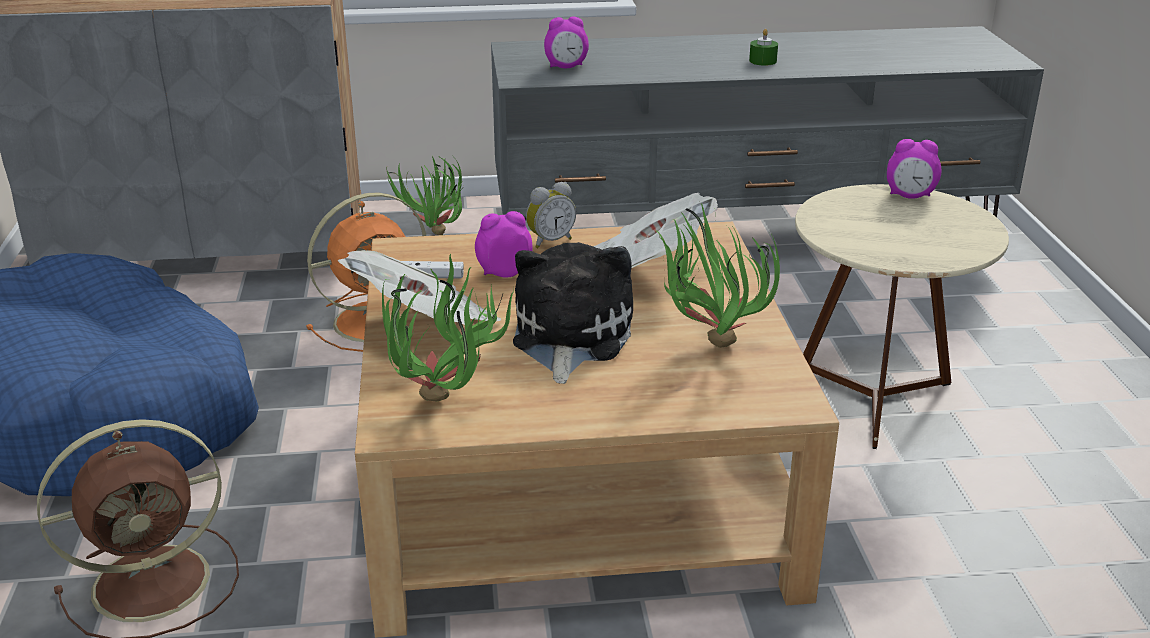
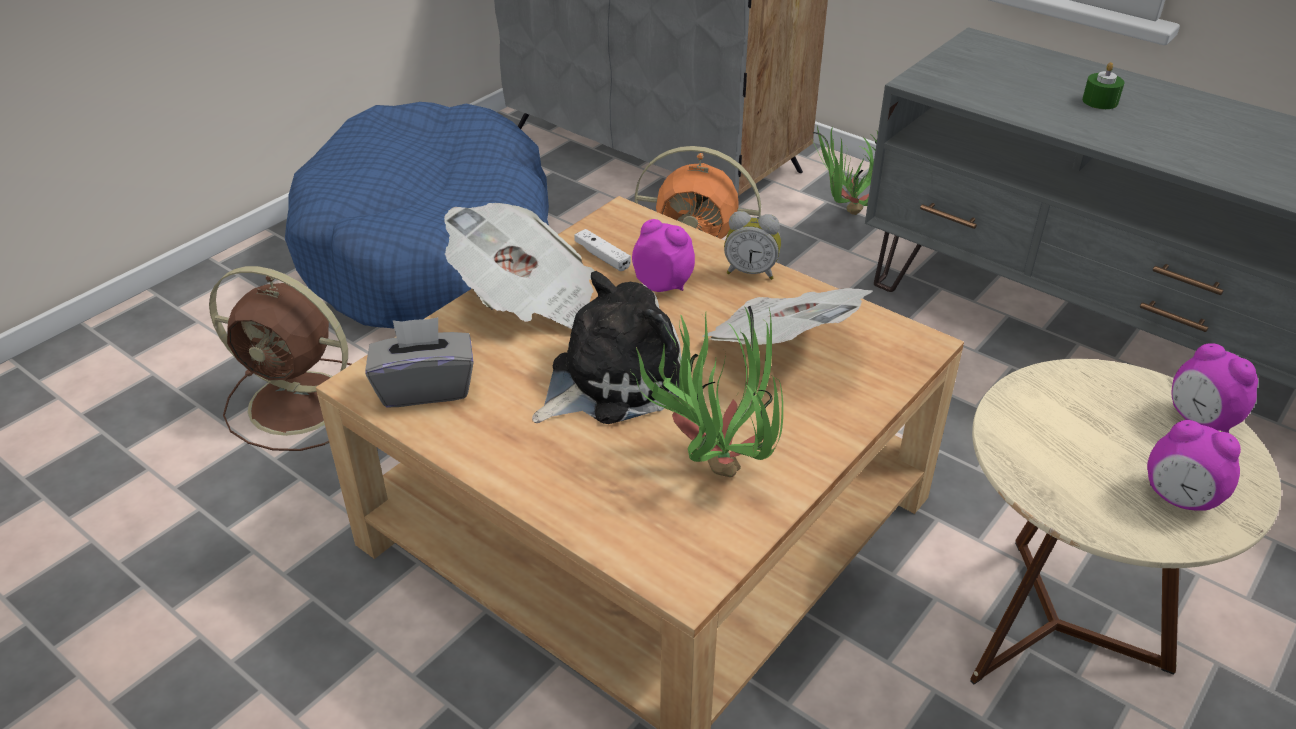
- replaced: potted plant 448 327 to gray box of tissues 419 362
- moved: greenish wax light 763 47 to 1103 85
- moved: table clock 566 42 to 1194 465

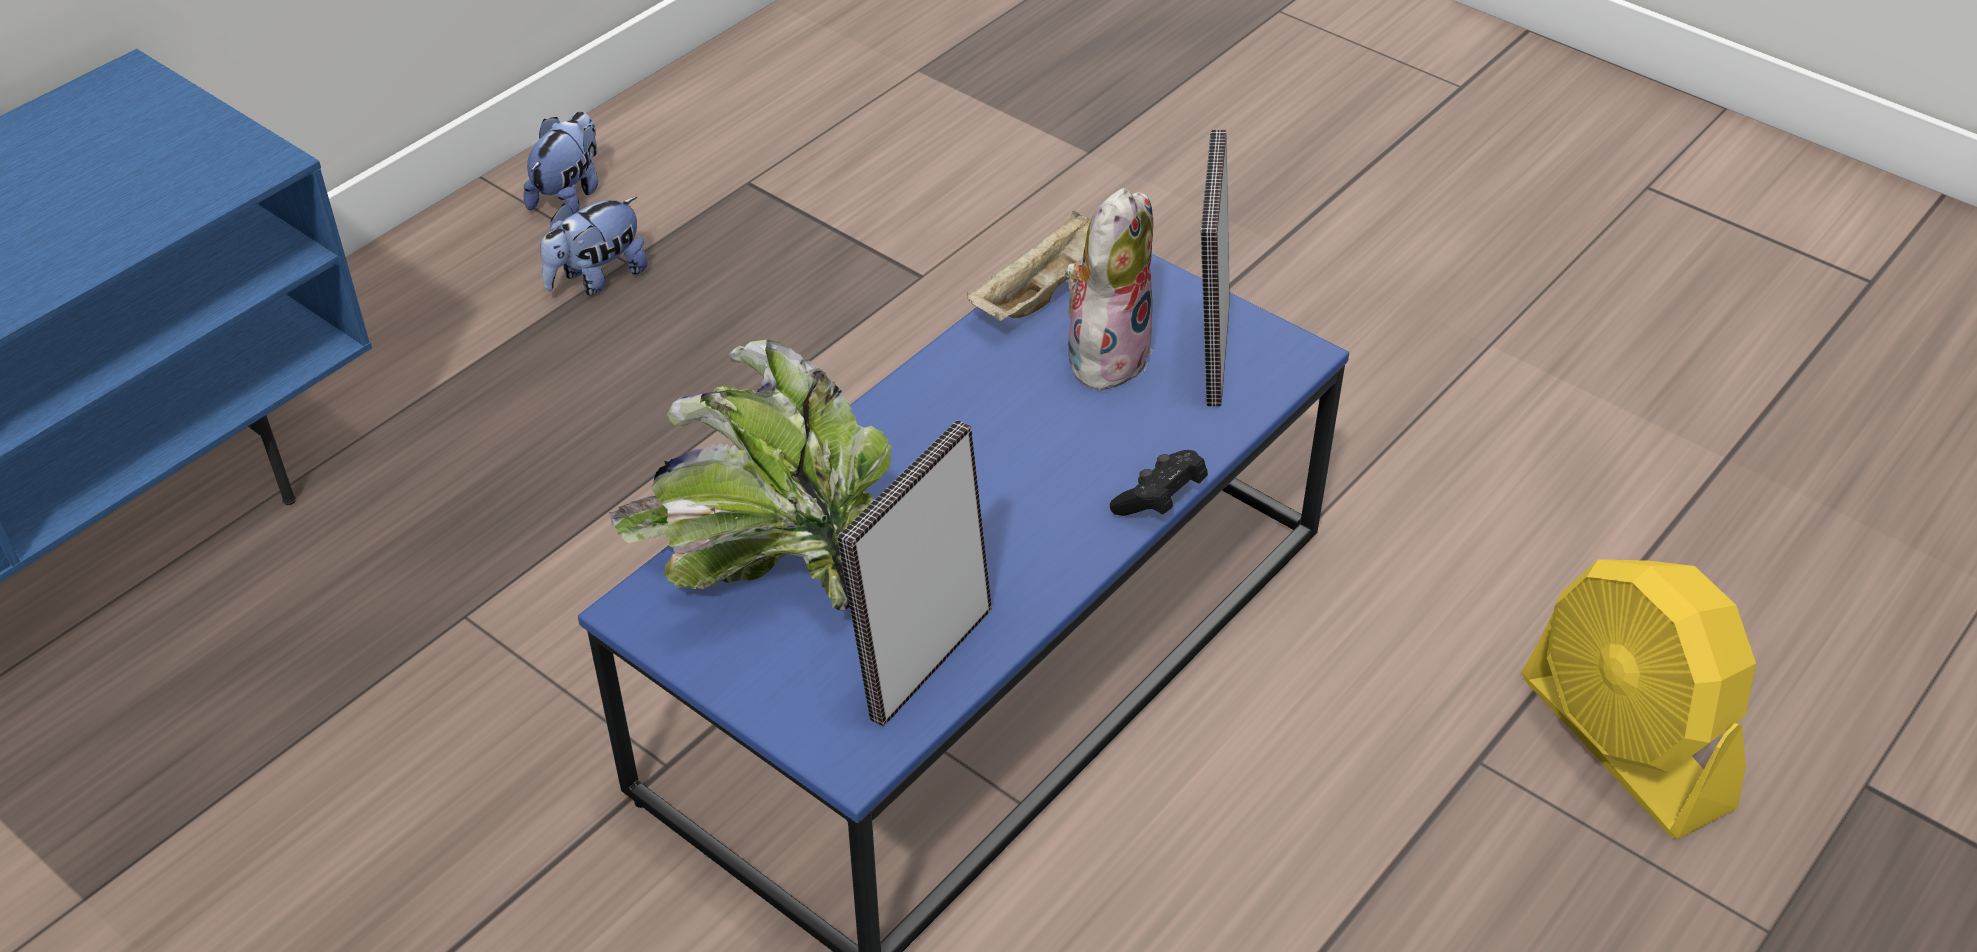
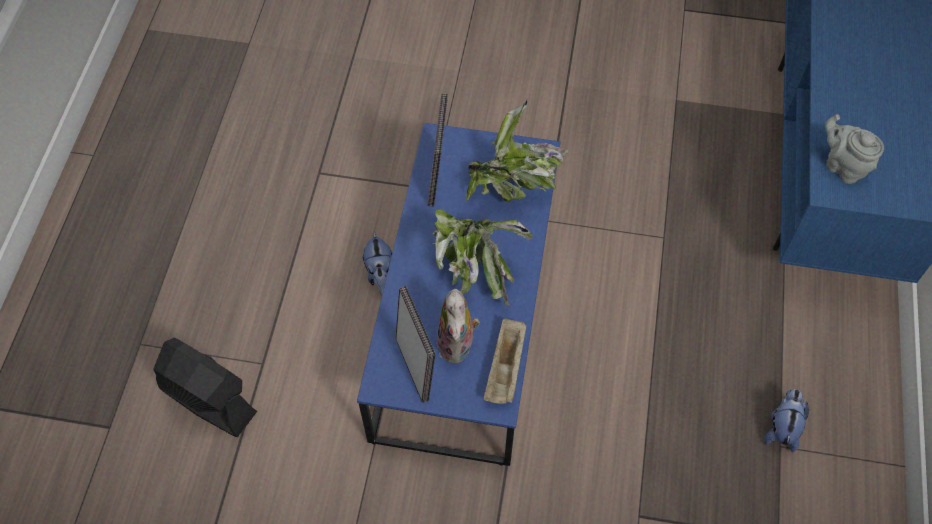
- recoloured: yellowish electric fan 1639 699 to blackish electric fan 205 387
- moved: soft toy 561 163 to 378 263
- added: potted plant 482 259
- added: gray tea pot 854 149
- removed: blackish gamepad 1159 483

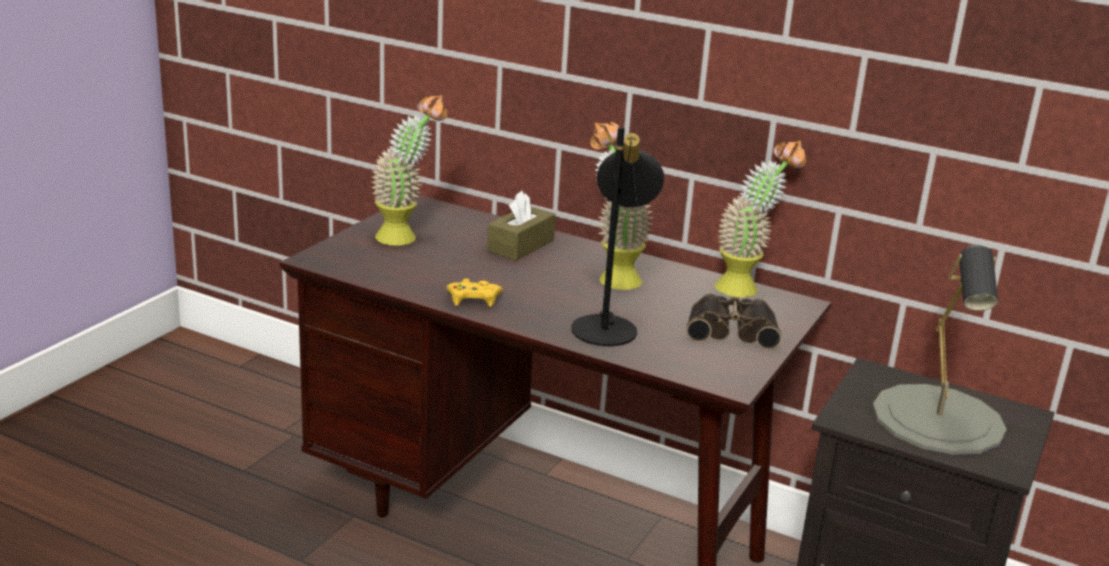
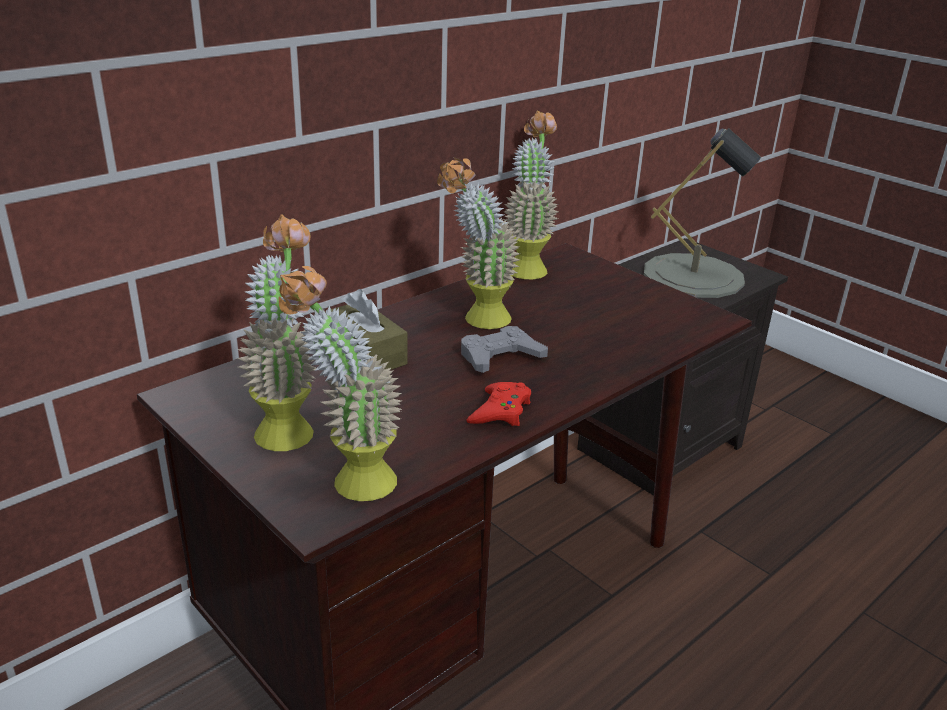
- added: potted plant 340 383
- added: gray gamepad 504 349
- recoloured: yellowish gamepad 474 293 to reddish gamepad 498 404
- removed: blackish lamp for a table 617 236
- removed: binoculars 734 322

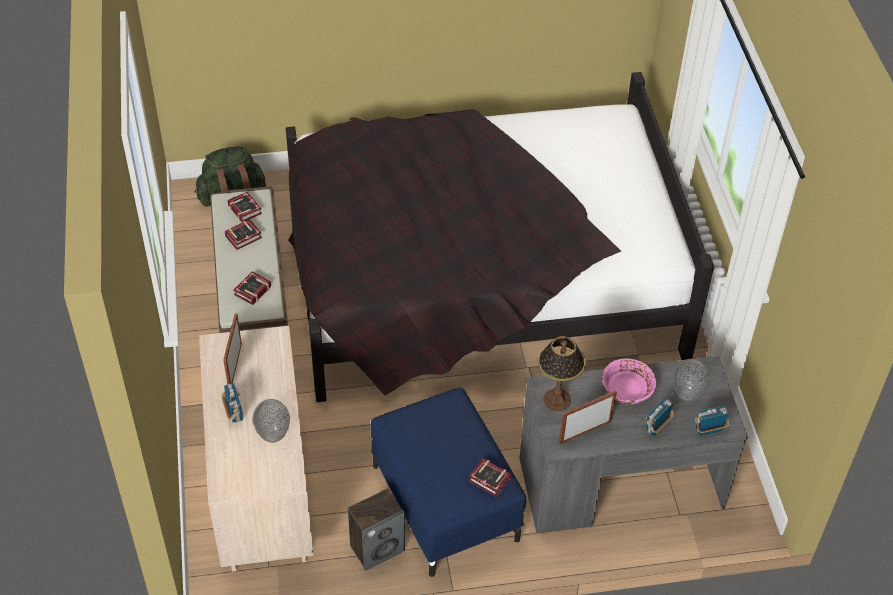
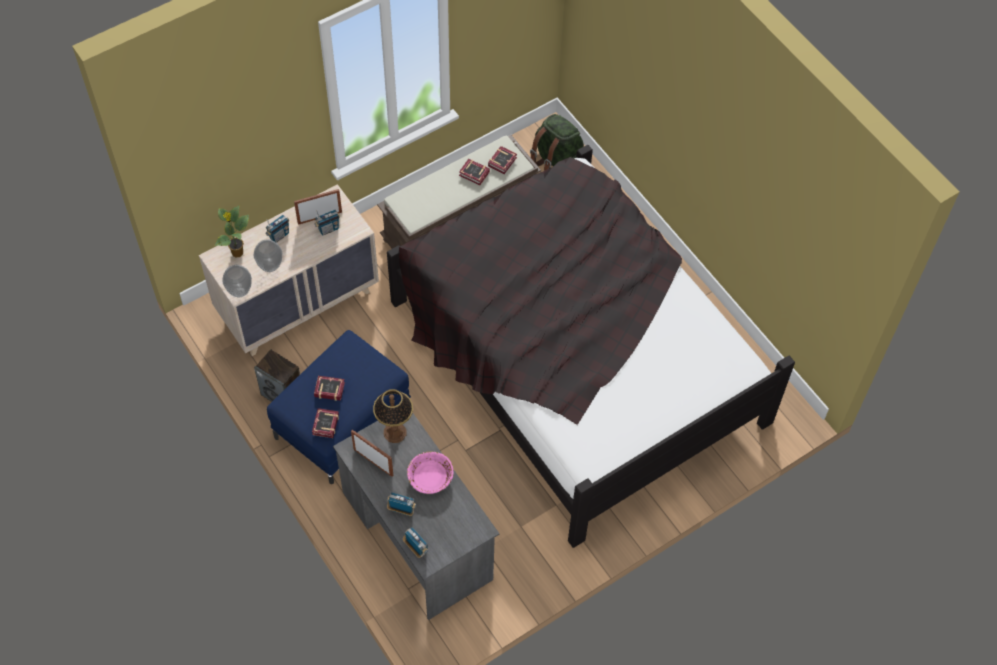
- added: potted plant 231 231
- moved: vase 691 380 to 237 281
- added: radio set 327 223
- moved: book 252 288 to 329 388

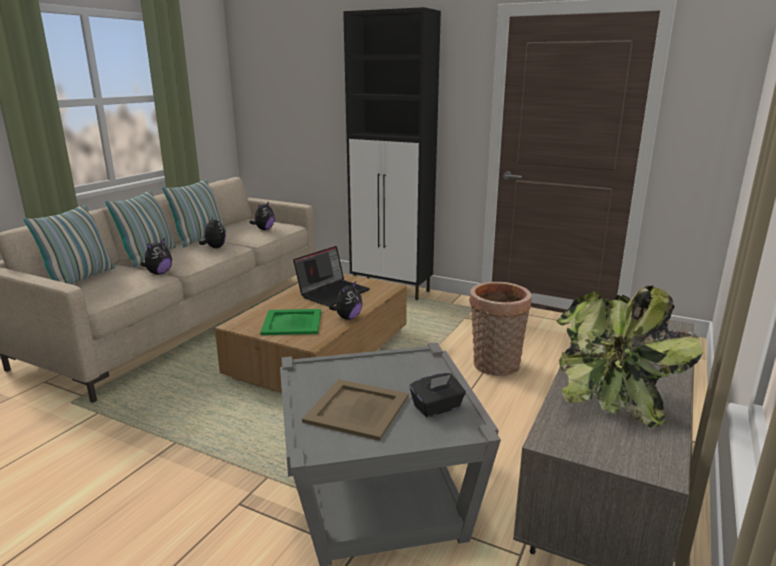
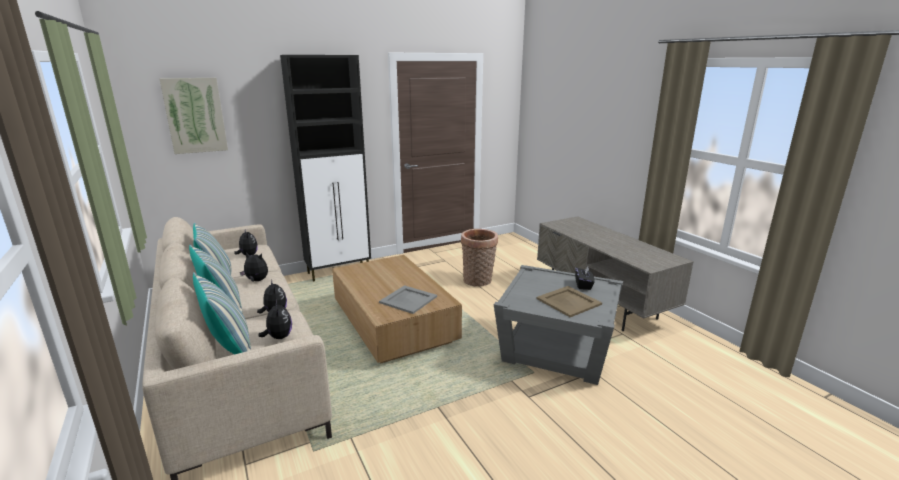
- added: picture 193 116
- moved: soft toy 345 300 to 275 319
- recoloured: greenish tray 290 322 to gray tray 408 299
- removed: portable computer 331 276
- removed: potted plant 629 356

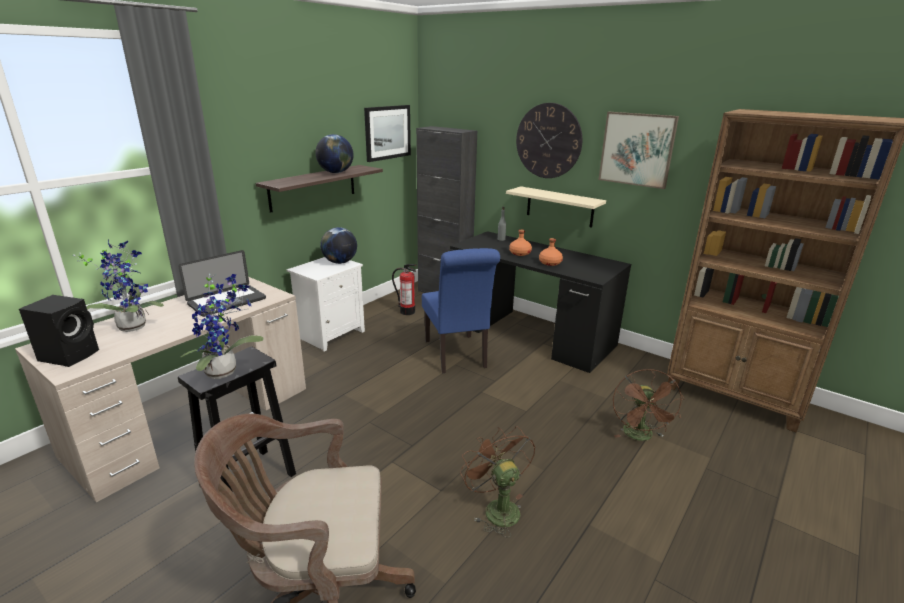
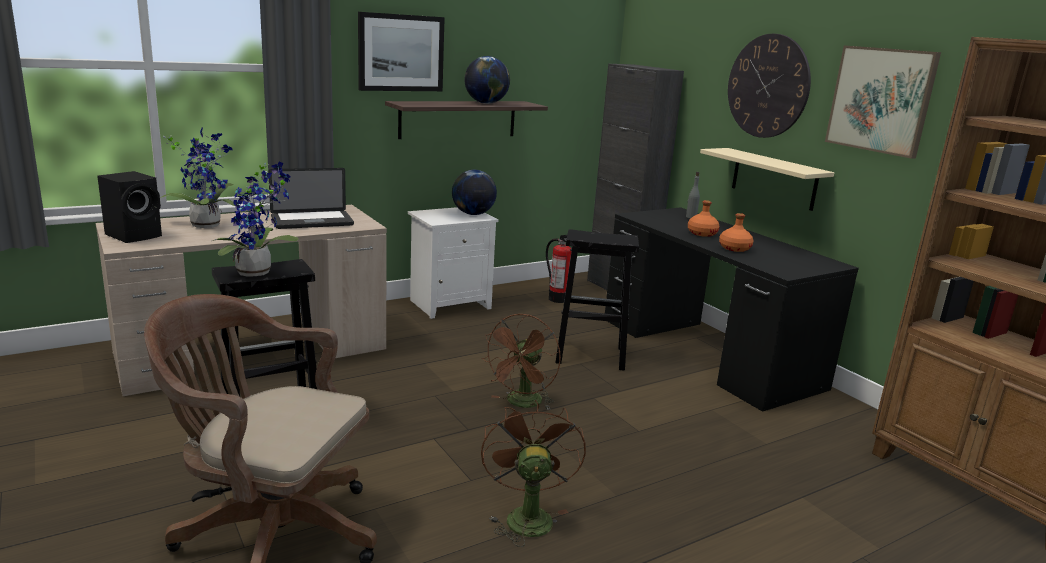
- moved: picture 387 133 to 401 51
- moved: brown electric fan 648 405 to 521 362
- replaced: blue-coloured upright chair 461 310 to blackish stool 597 300

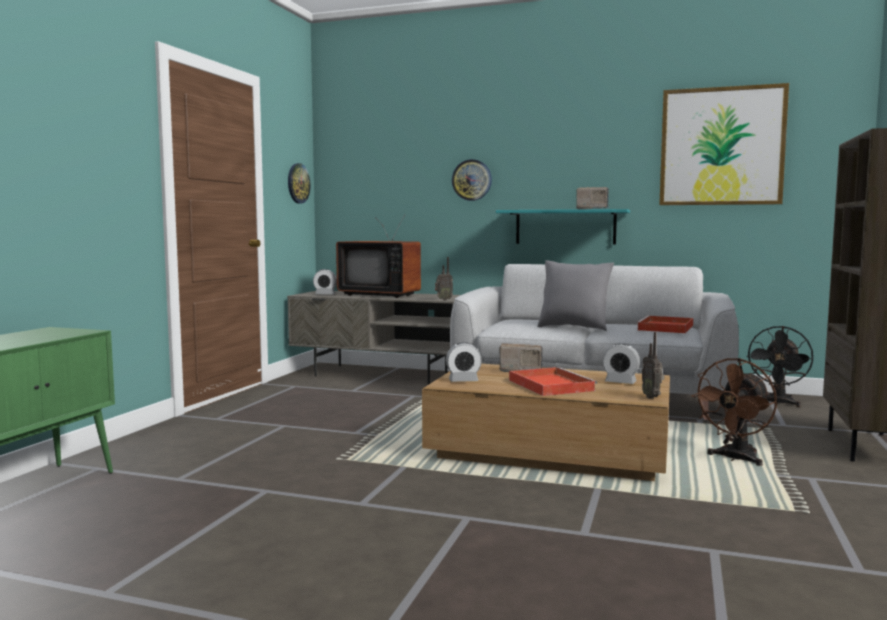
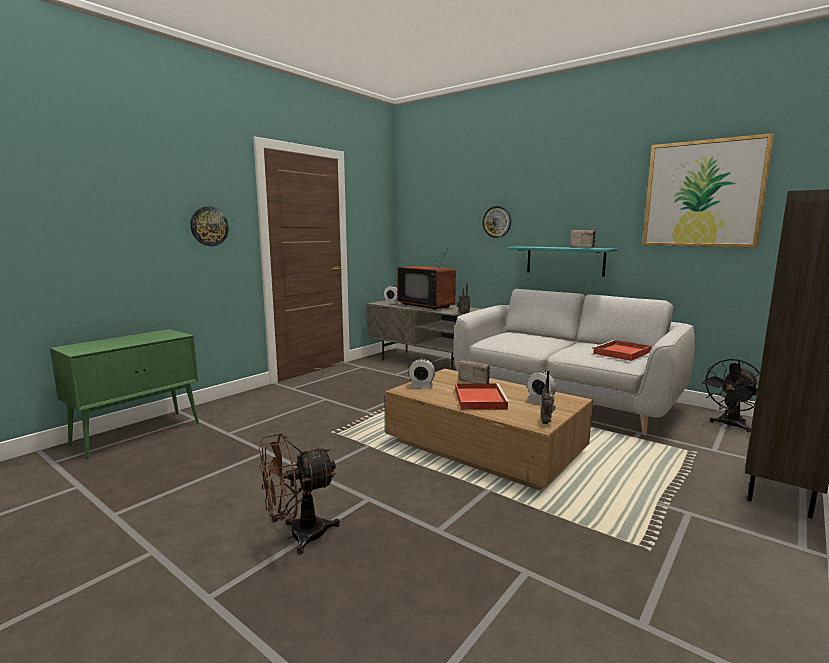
- moved: clock on the wall 299 183 to 209 226
- moved: brown electric fan 734 412 to 299 493
- removed: gray cushion 575 295

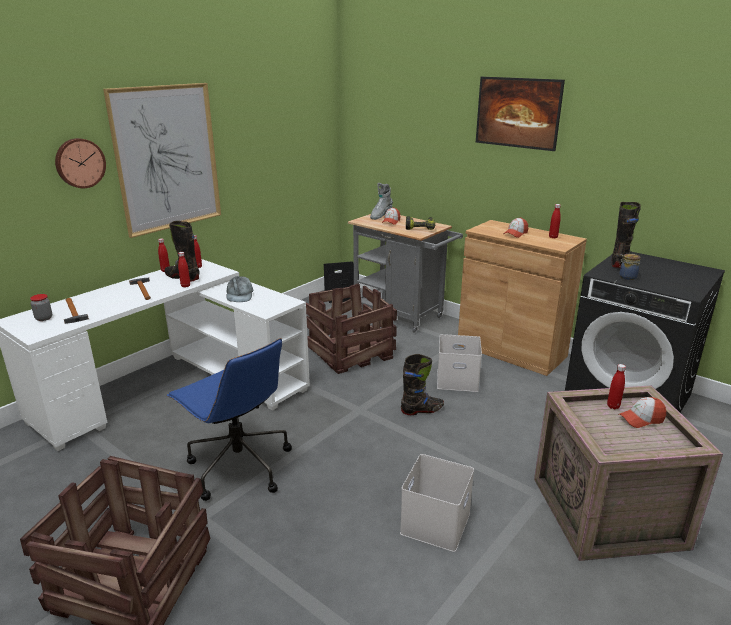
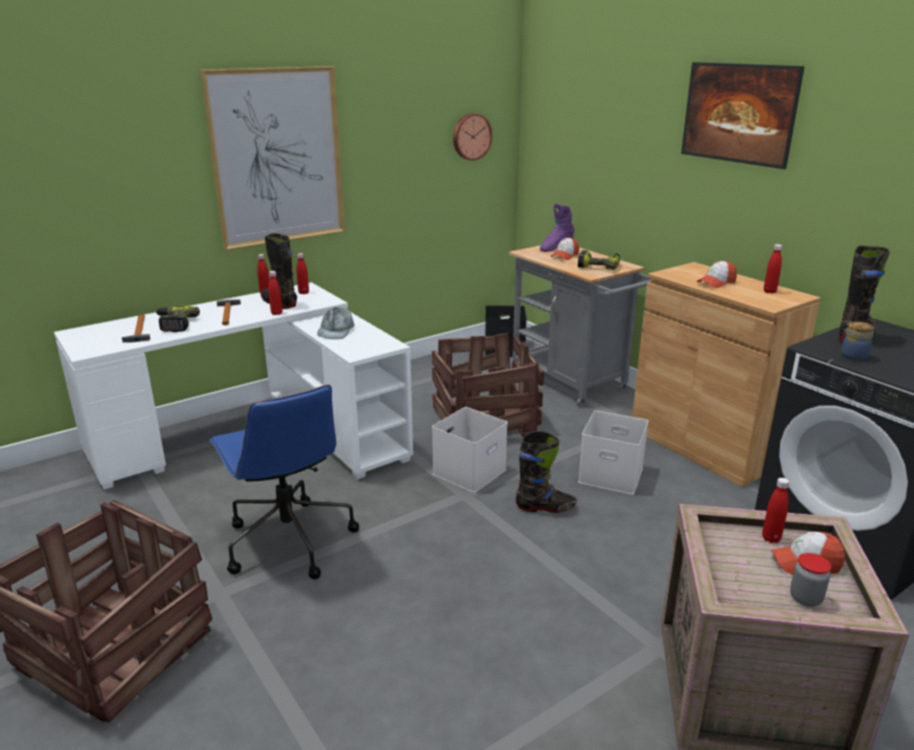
- added: power drill 178 319
- moved: white storage box 437 503 to 470 450
- moved: clock on the wall 80 163 to 472 137
- recoloured: gray high-top boot 381 201 to purple-coloured high-top boot 557 228
- moved: preserve jar 41 307 to 810 580

